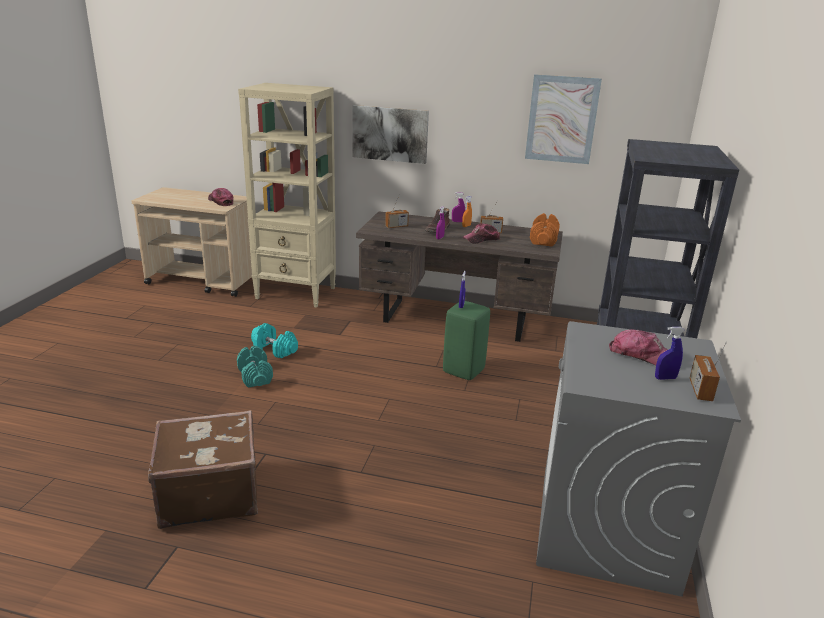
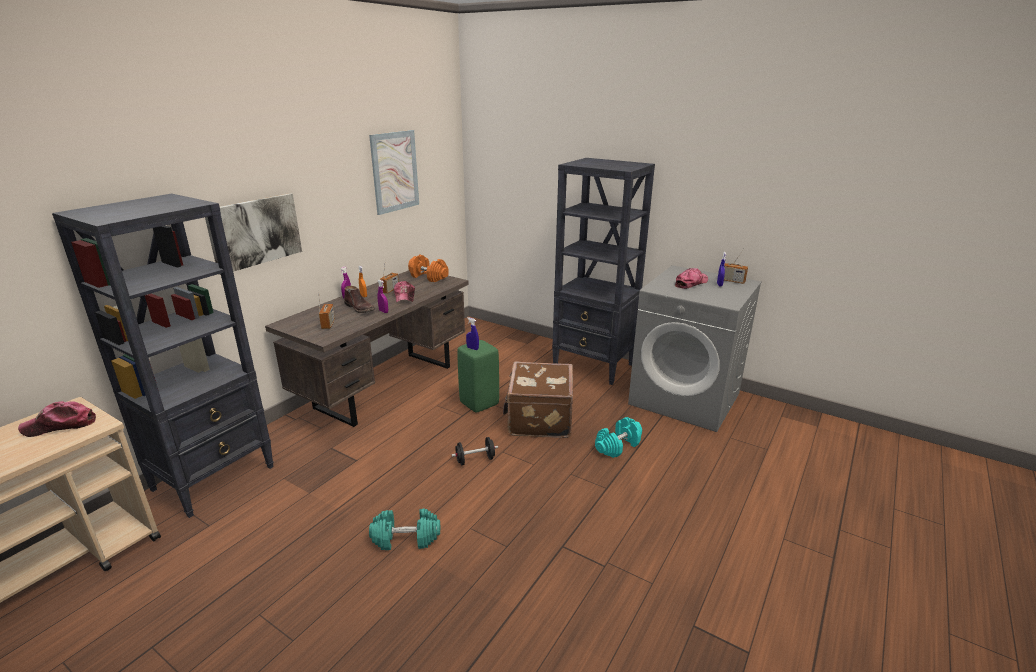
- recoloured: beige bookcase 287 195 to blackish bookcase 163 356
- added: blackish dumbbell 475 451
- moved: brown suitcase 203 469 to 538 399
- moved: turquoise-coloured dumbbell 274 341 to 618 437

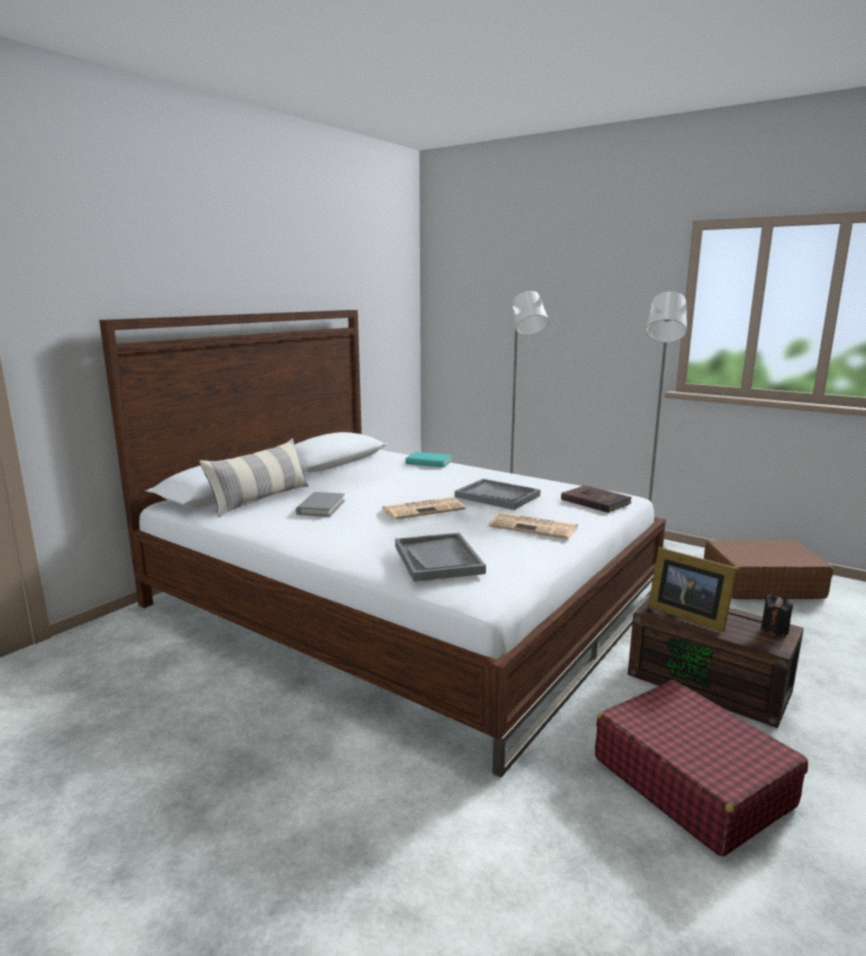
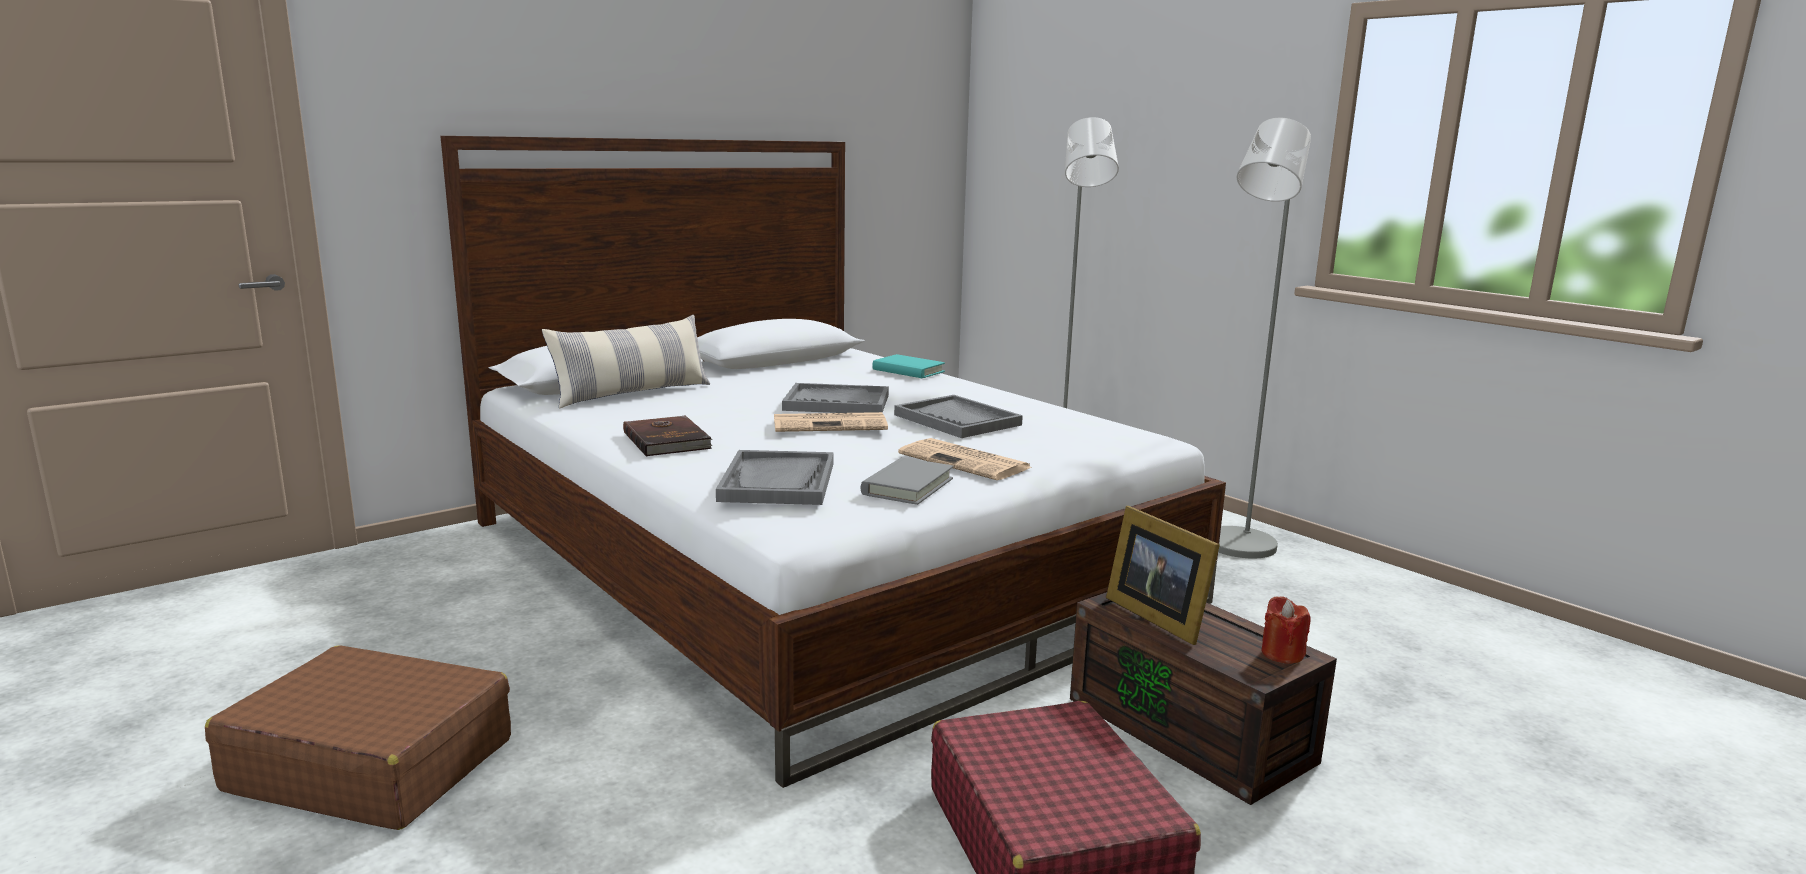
- moved: brown suitcase 769 569 to 358 737
- moved: brown book 596 499 to 668 436
- added: gray tray 835 398
- moved: gray book 320 504 to 907 481
- recoloured: blackish wax light 777 615 to reddish wax light 1286 630

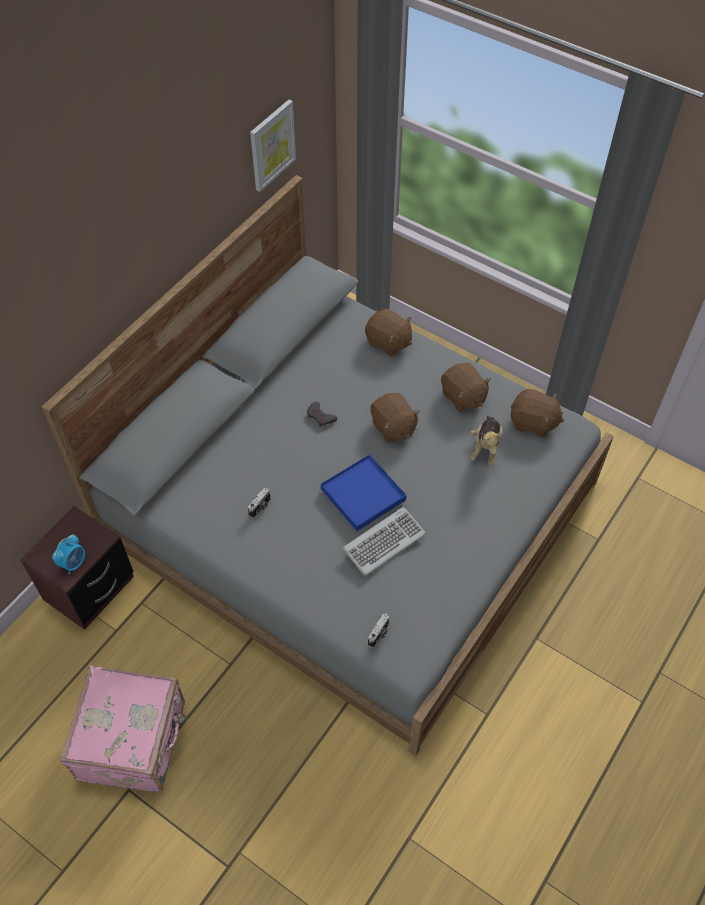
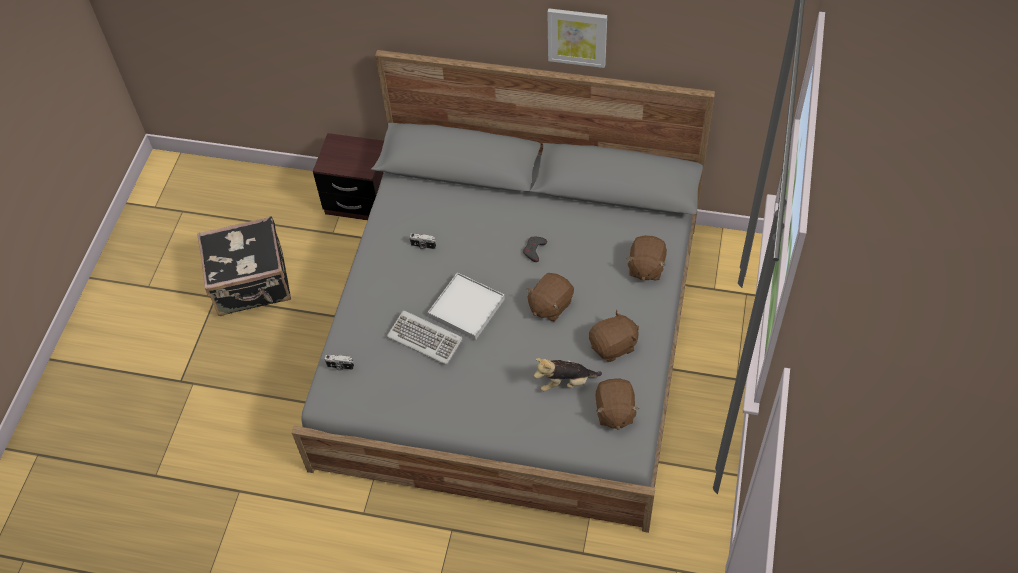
- recoloured: pinkish suitcase 123 729 to blackish suitcase 244 266
- recoloured: blue-coloured tray 363 492 to white tray 466 306
- moved: picture 273 146 to 577 38
- turned: brown soft toy 466 387 = 614 336 150 degrees counterclockwise
- removed: table clock 68 554

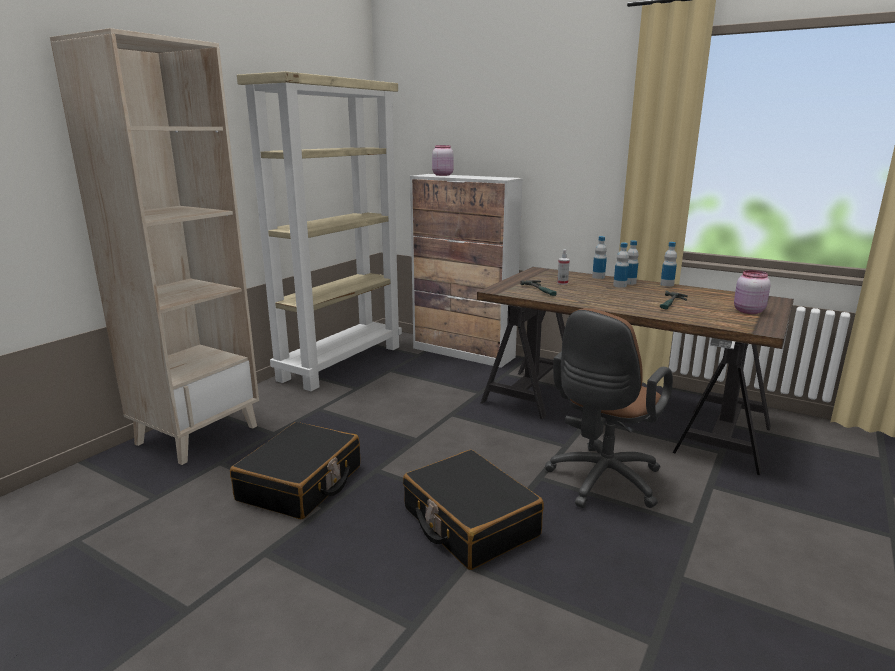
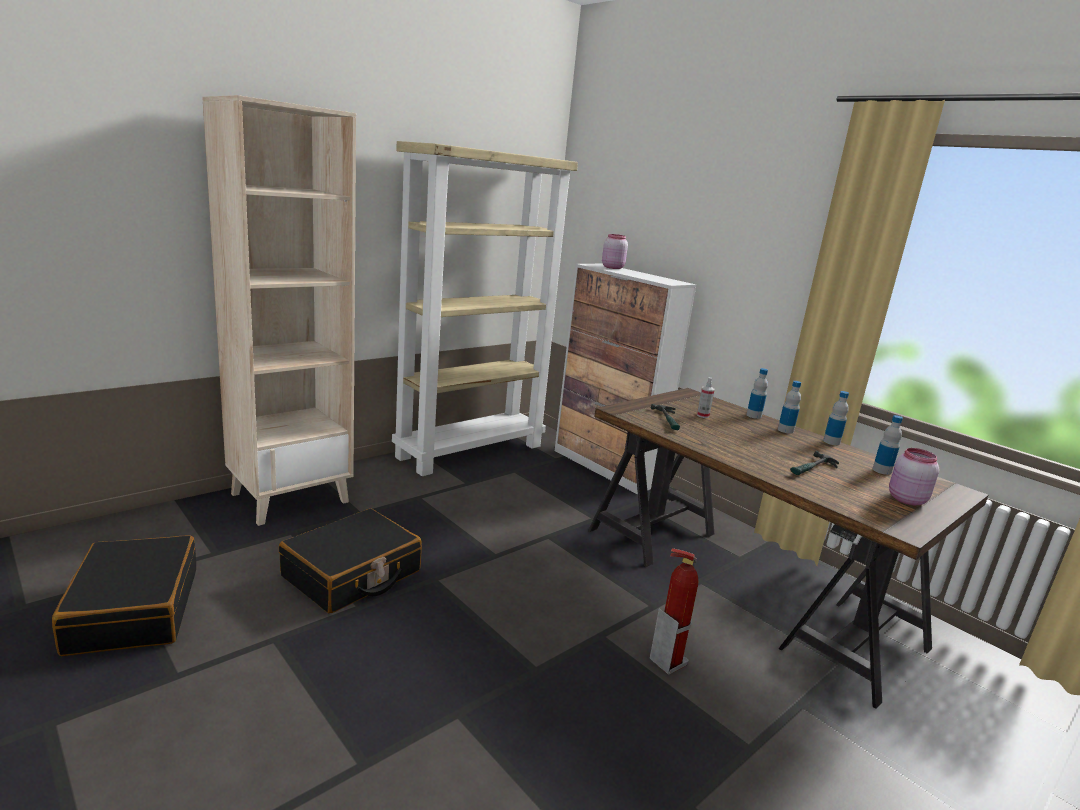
- moved: blackish suitcase 473 510 to 124 595
- replaced: brown desk chair 609 408 to extinguisher 673 611
- moved: bottle 621 265 to 888 445

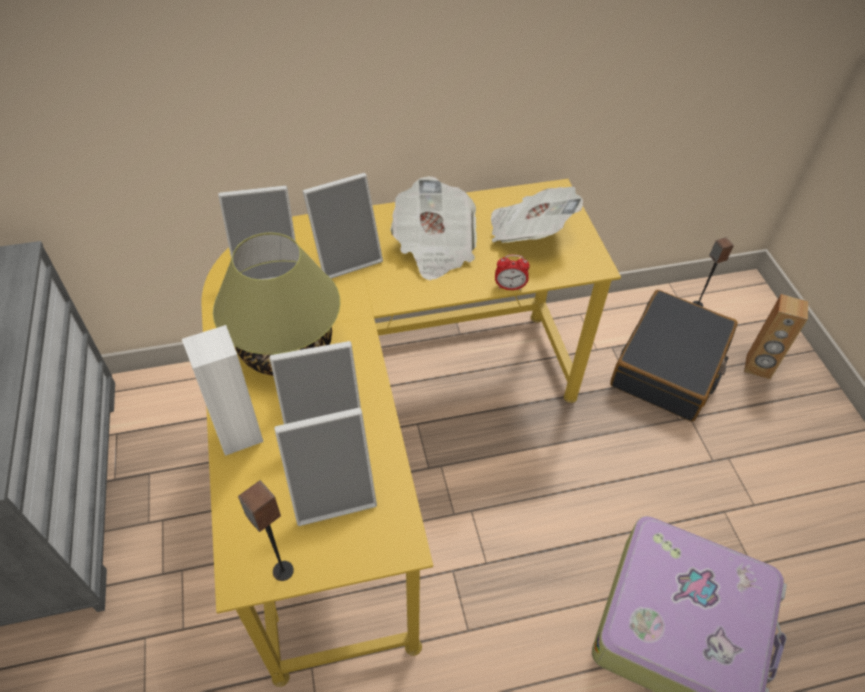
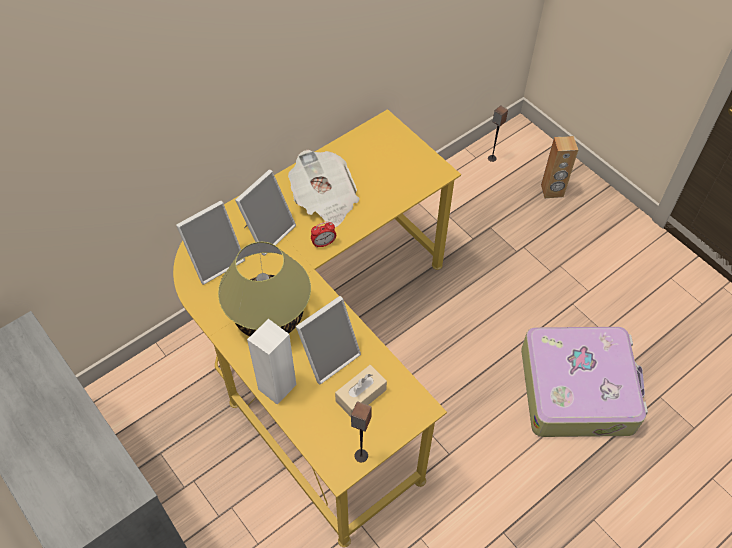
- moved: table clock 512 272 to 323 235
- replaced: photo frame 325 467 to beige box of tissues 361 391
- removed: printed paper 537 215
- removed: blackish suitcase 674 355

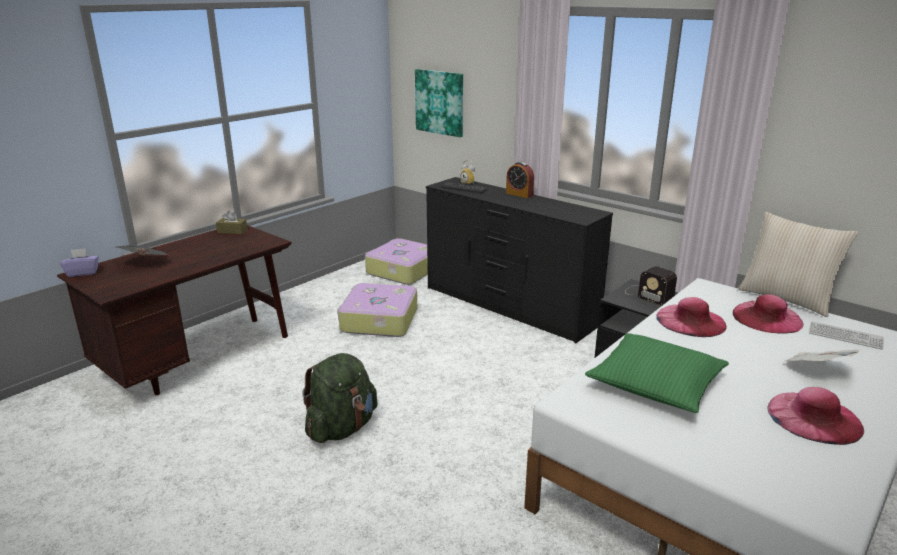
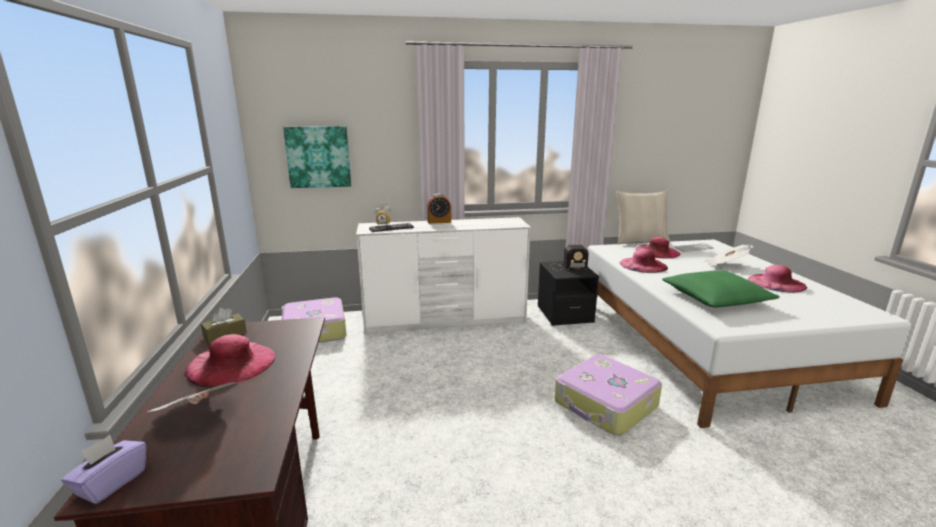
- added: pinkish wearable hat 230 360
- recoloured: blackish dresser 519 260 to white dresser 443 275
- moved: suitcase 377 310 to 608 395
- removed: greenish knapsack 339 398

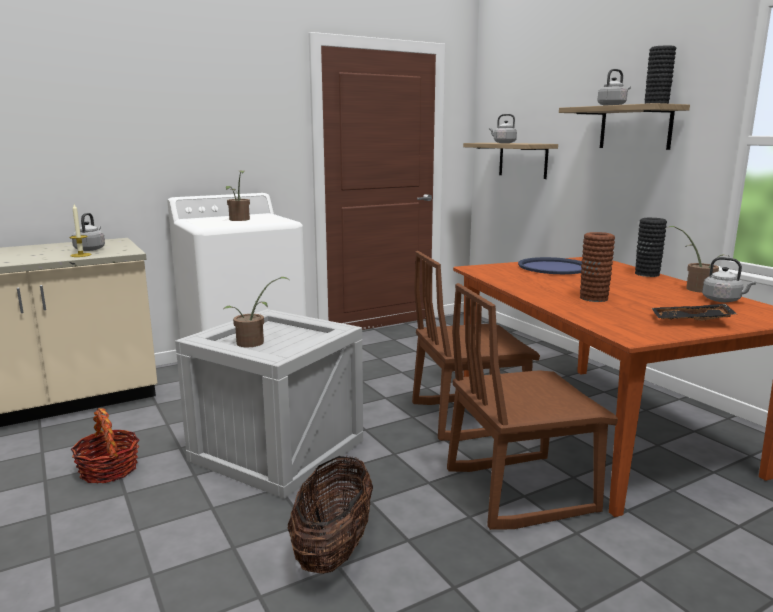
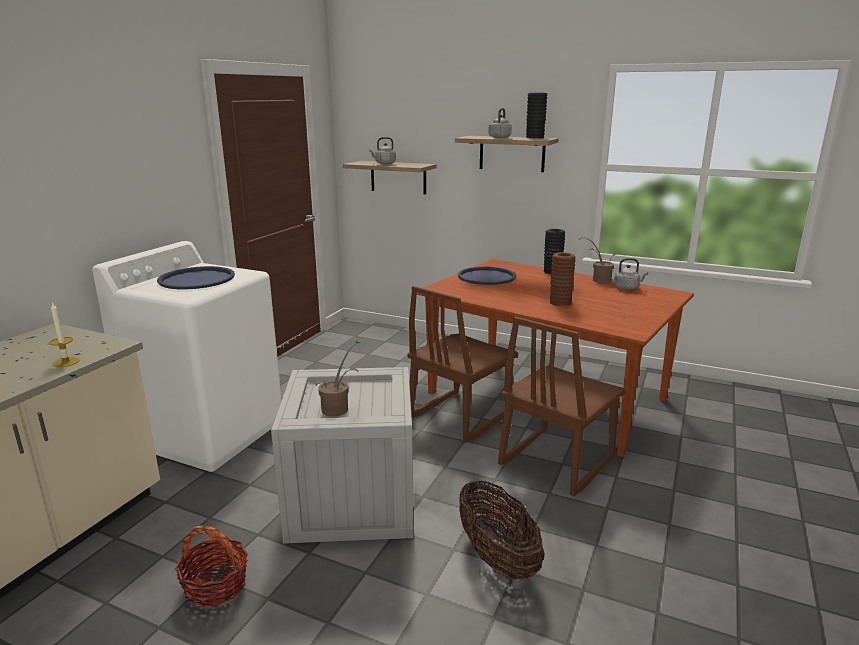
- replaced: potted plant 238 196 to blue-coloured tray 196 277
- removed: gray water kettle 88 232
- removed: blackish tray 694 312

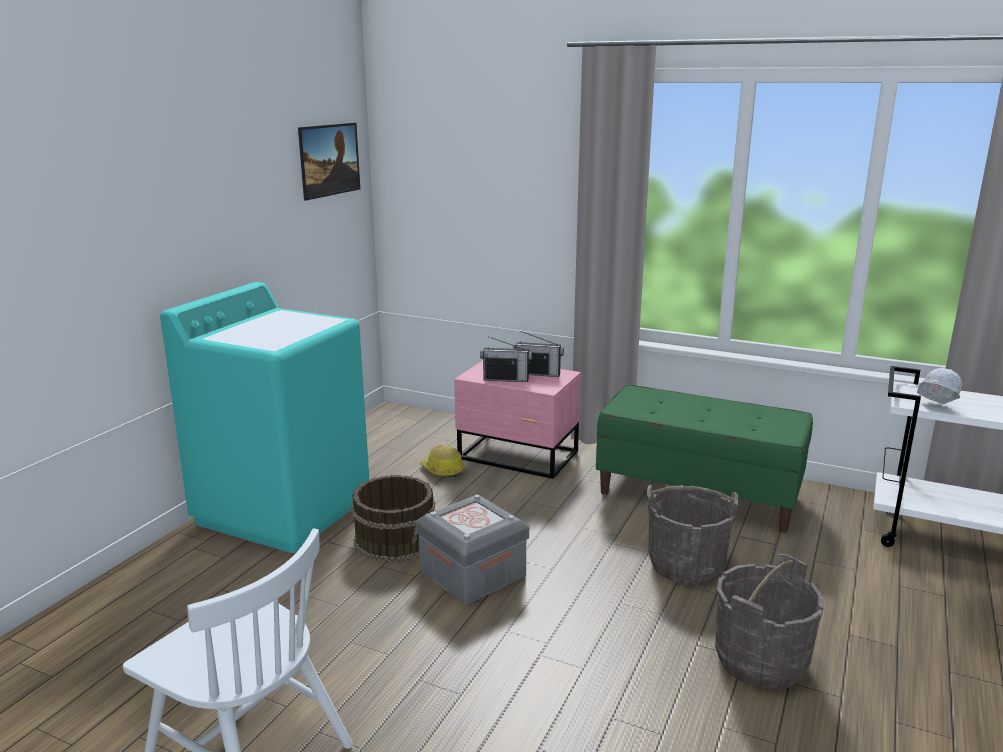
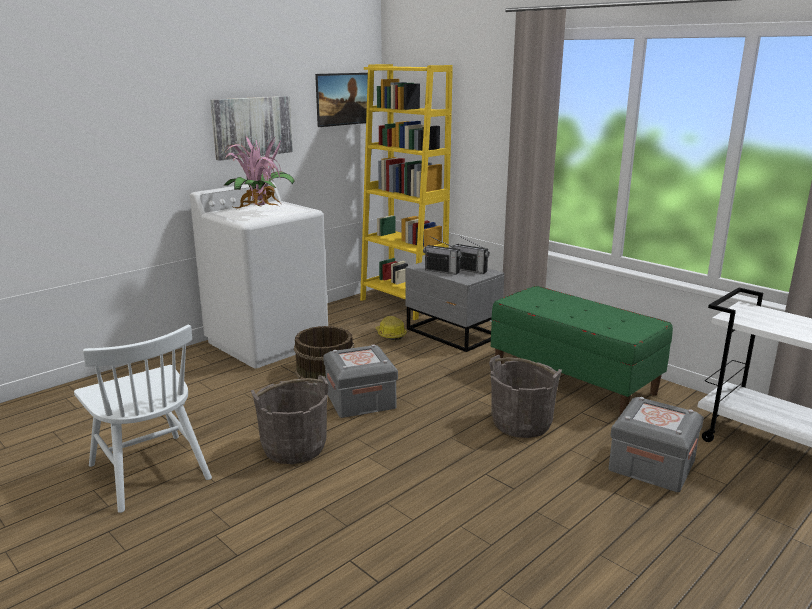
- recoloured: turquoise-coloured washing machine 265 417 to white washing machine 259 275
- added: picture 251 128
- added: potted plant 259 173
- moved: gray pail 769 622 to 290 419
- added: yellowish bookcase 406 192
- recoloured: pinkish night table 517 419 to gray night table 454 306
- added: gray storage box 656 444
- removed: white work helmet 939 386

